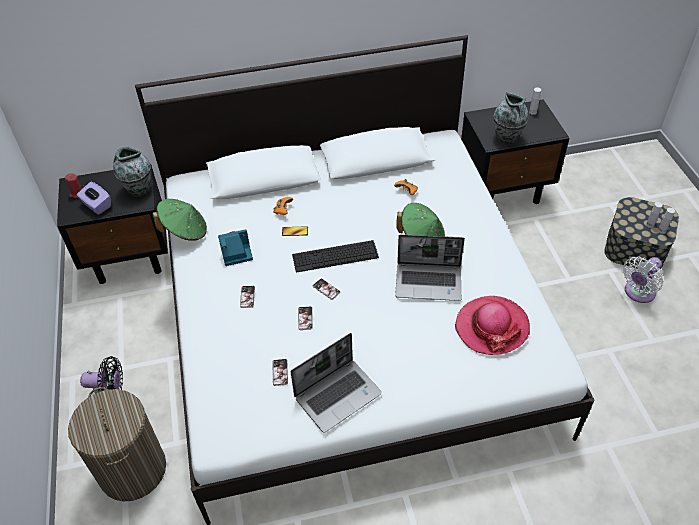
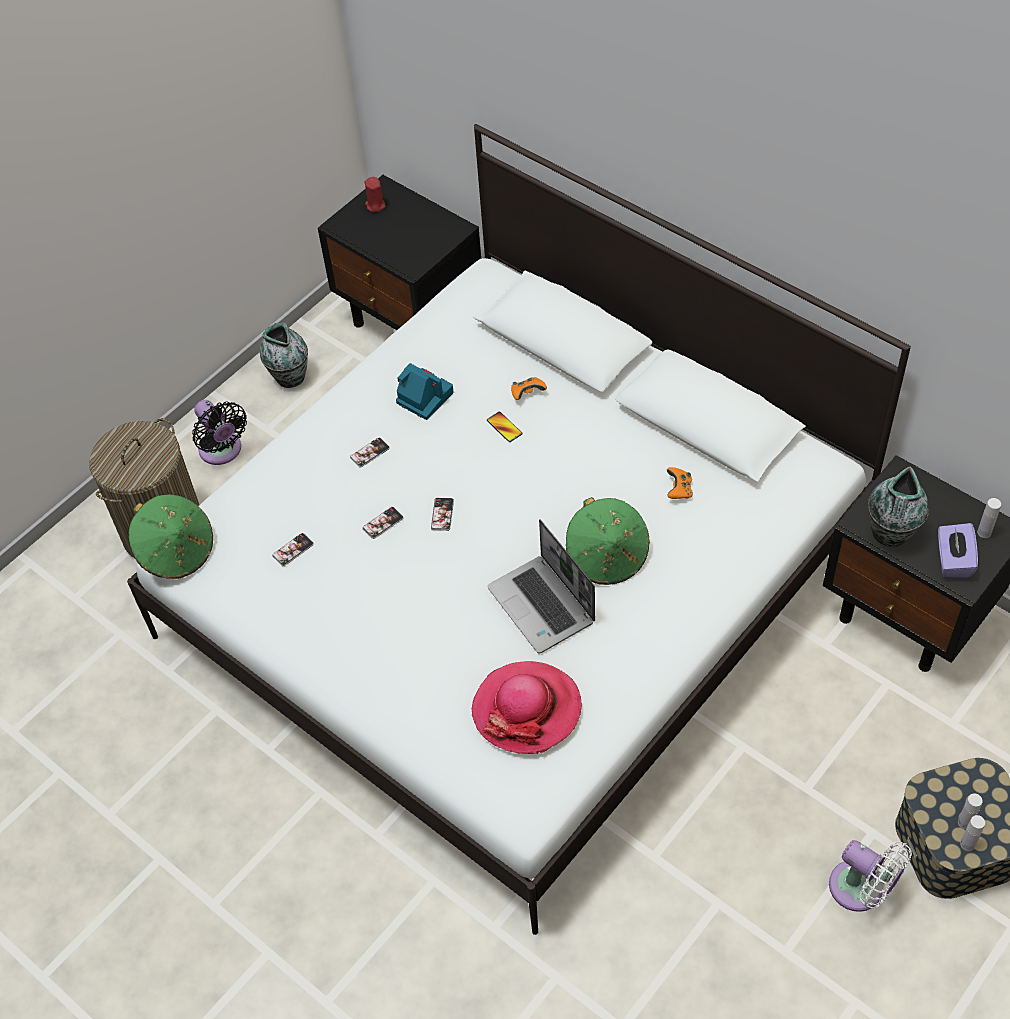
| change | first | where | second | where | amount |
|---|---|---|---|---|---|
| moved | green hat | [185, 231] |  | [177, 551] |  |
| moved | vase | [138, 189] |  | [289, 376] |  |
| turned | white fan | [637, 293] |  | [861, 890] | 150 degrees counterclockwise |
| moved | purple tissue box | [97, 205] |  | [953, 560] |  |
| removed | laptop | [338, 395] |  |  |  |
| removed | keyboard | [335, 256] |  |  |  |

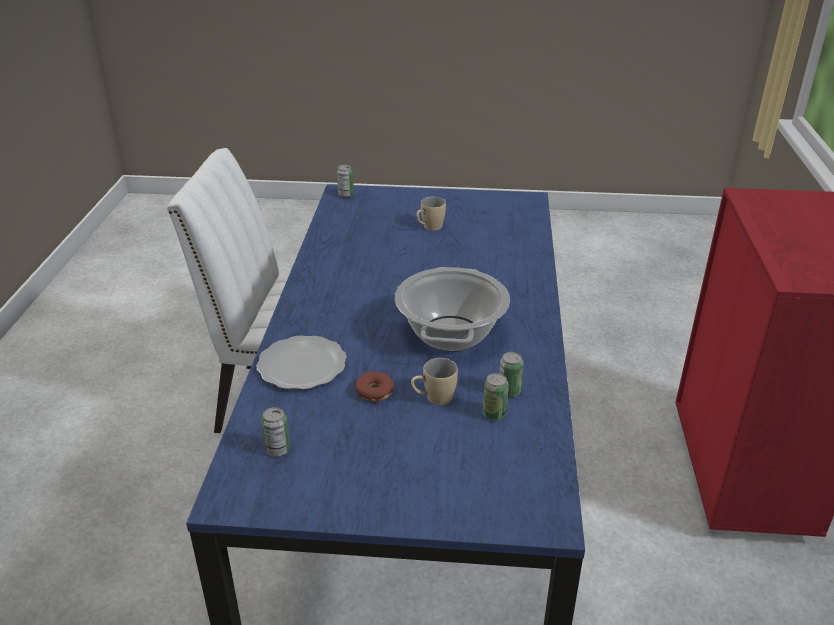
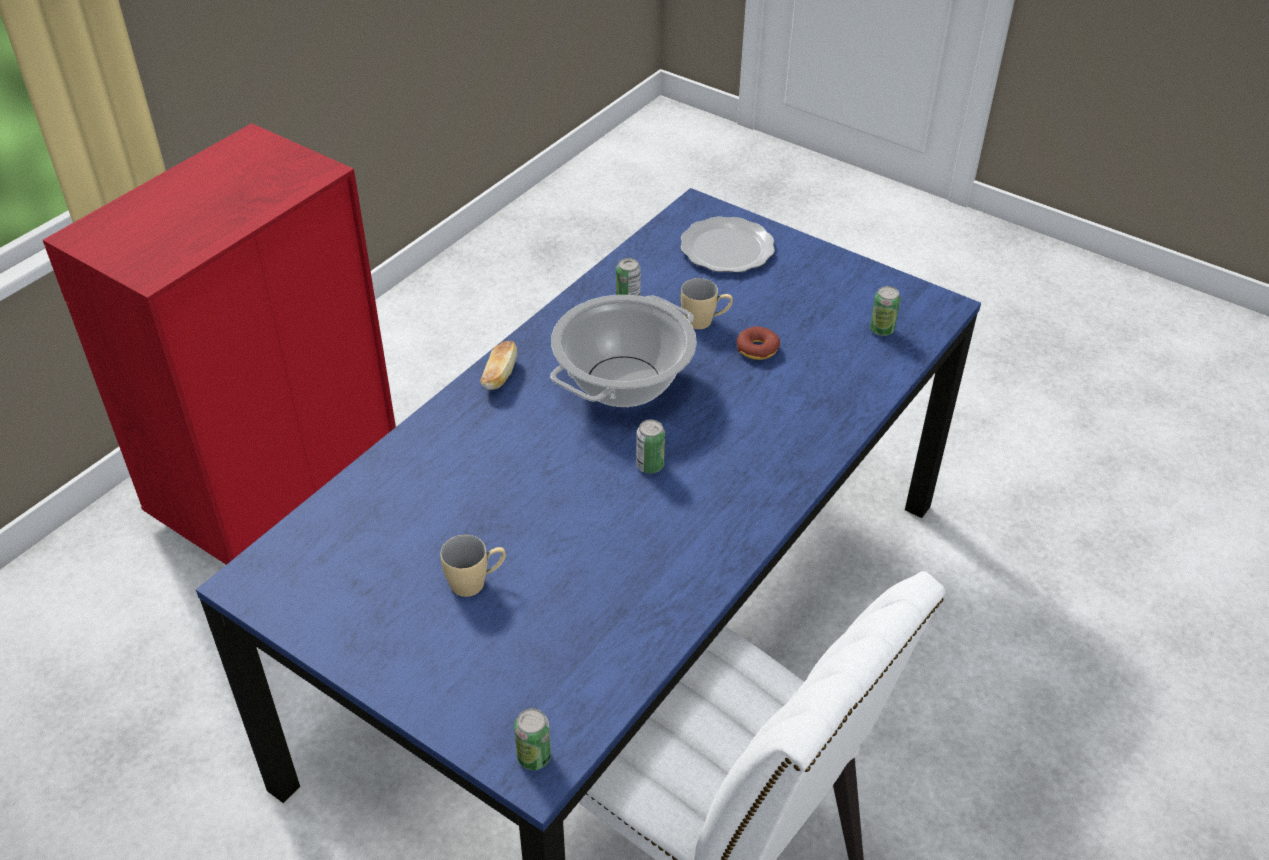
| change | first | where | second | where | amount |
|---|---|---|---|---|---|
| added |  |  | bread | [499, 376] |  |
| moved | can | [494, 414] |  | [650, 465] |  |
| moved | plate | [303, 366] |  | [726, 248] |  |

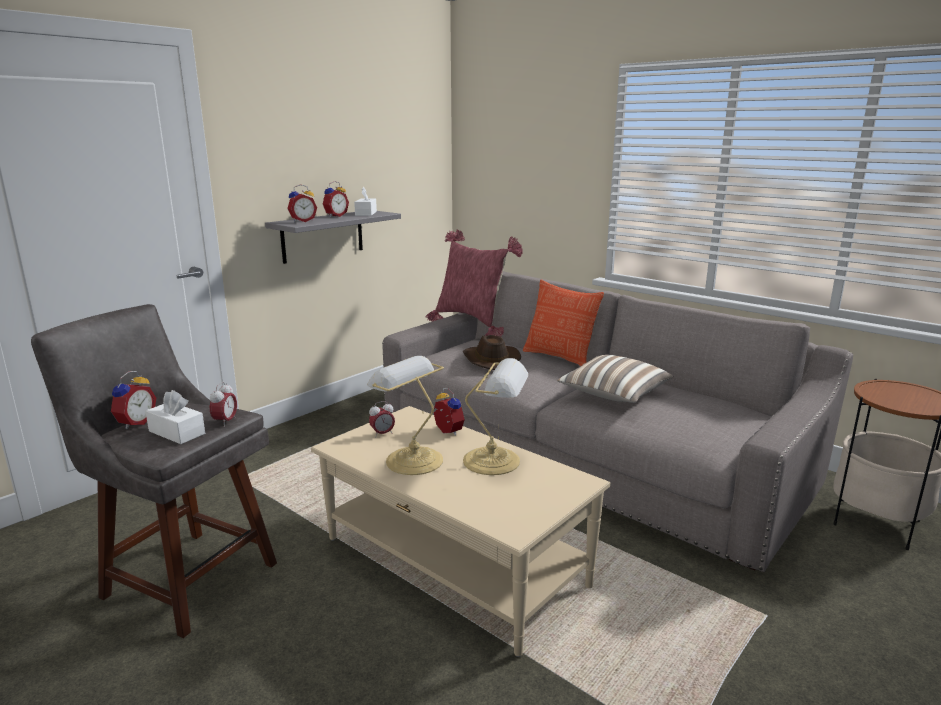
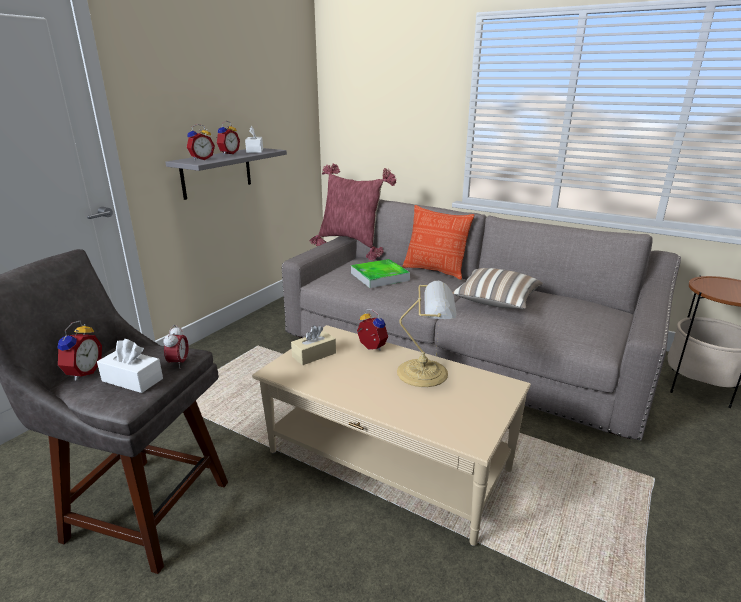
| change | first | where | second | where | amount |
|---|---|---|---|---|---|
| replaced | alarm clock | [382, 434] | beige tissue box | [314, 355] |  |
| replaced | brown hat | [490, 359] | tray | [379, 276] |  |
| removed | table lamp | [411, 459] |  |  |  |

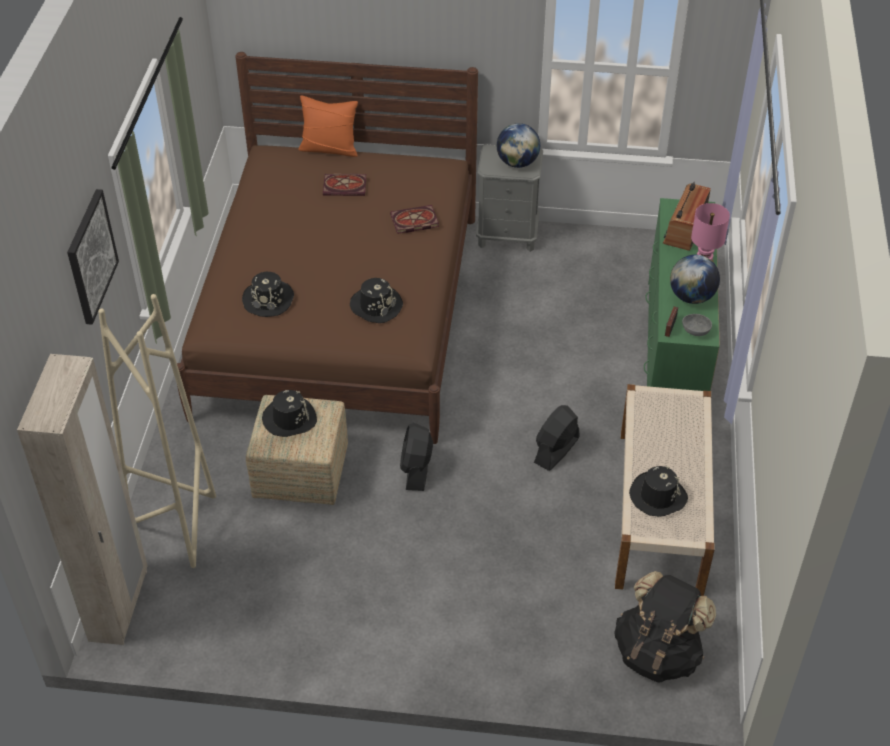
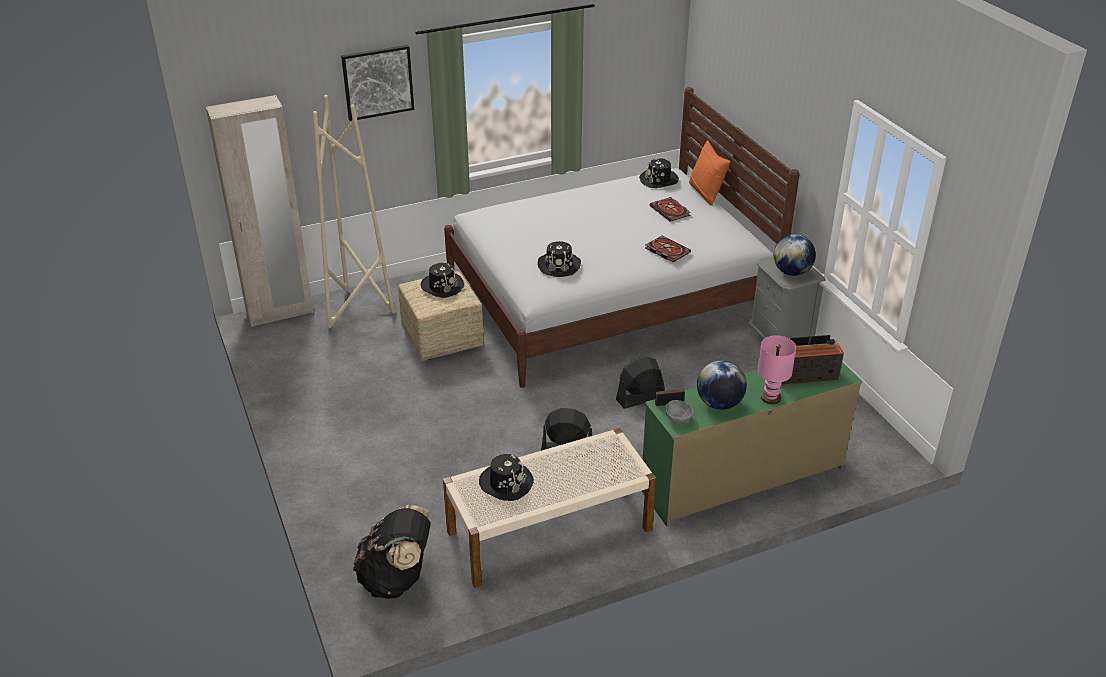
| change | first | where | second | where | amount |
|---|---|---|---|---|---|
| recoloured | brown bed | [339, 314] | white bed | [608, 298] |  |
| moved | black fan | [416, 469] |  | [640, 397] |  |
| moved | black hat | [269, 299] |  | [659, 180] |  |

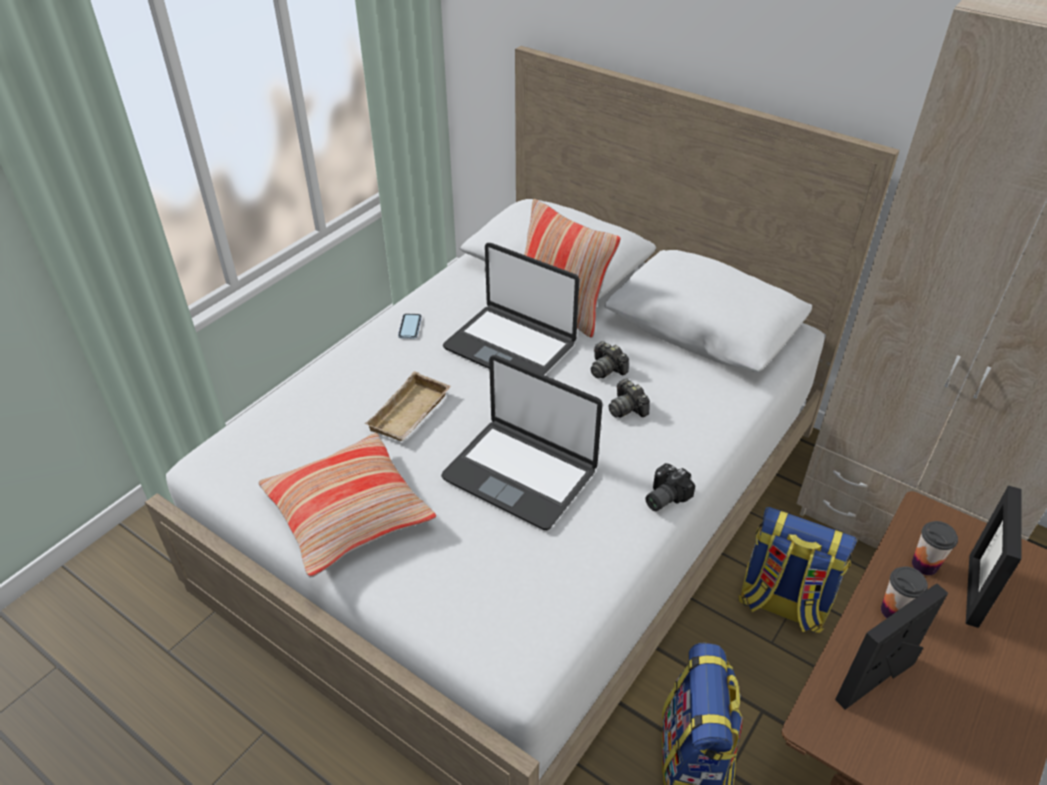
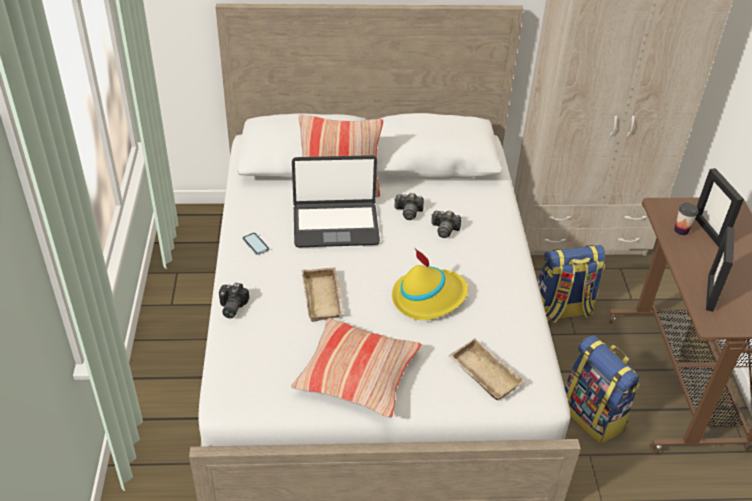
| change | first | where | second | where | amount |
|---|---|---|---|---|---|
| moved | photo camera | [663, 496] |  | [231, 307] |  |
| replaced | laptop | [520, 473] | yellow hat | [428, 297] |  |
| added |  |  | beige tray | [482, 374] |  |
| removed | cup | [894, 611] |  |  |  |

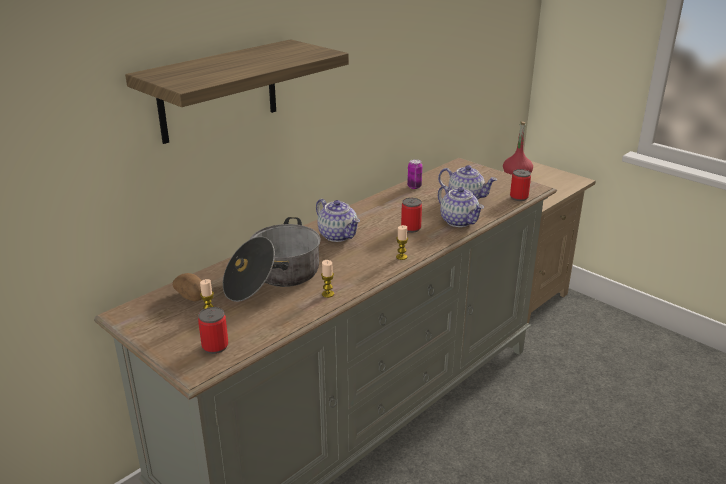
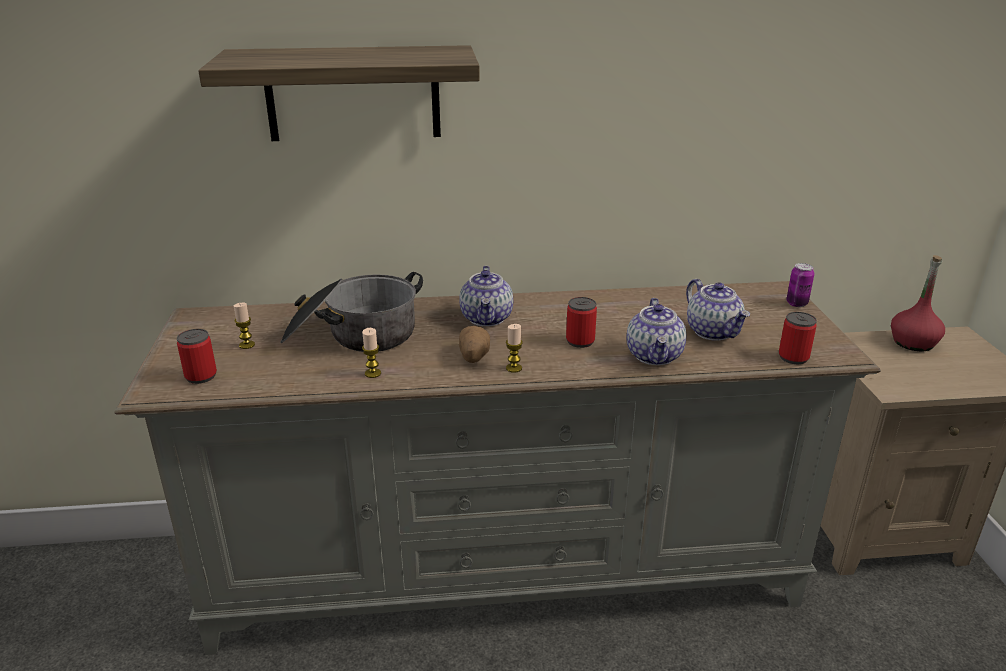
| change | first | where | second | where | amount |
|---|---|---|---|---|---|
| moved | potato | [192, 297] |  | [474, 357] |  |
| moved | can | [414, 186] |  | [796, 303] |  |

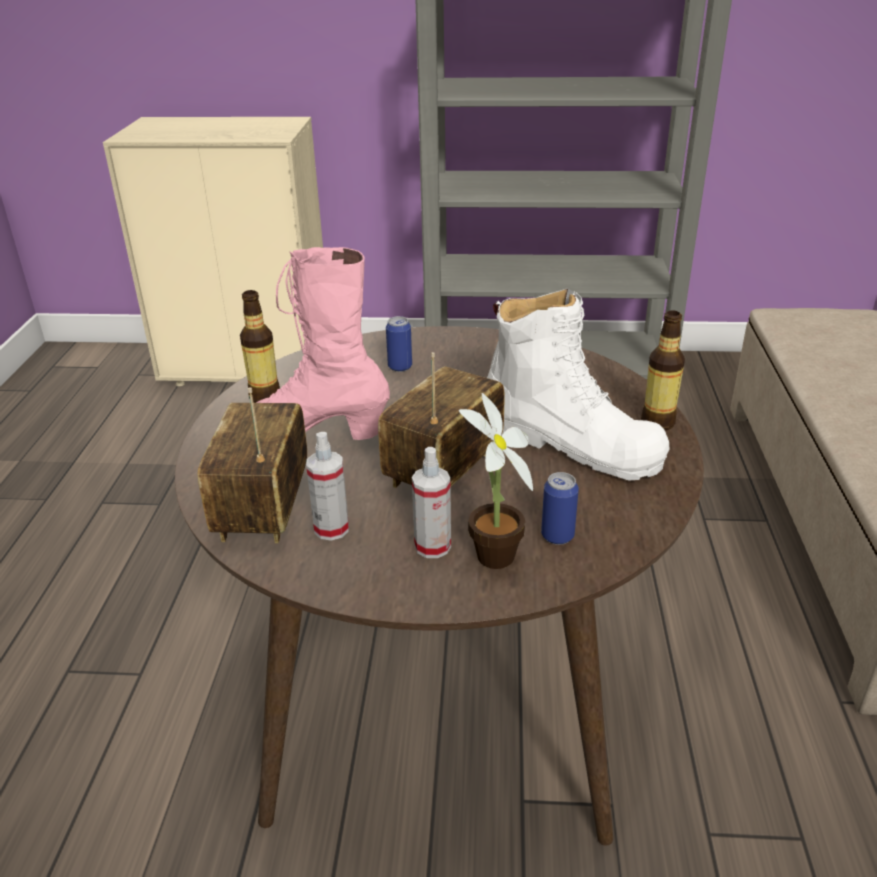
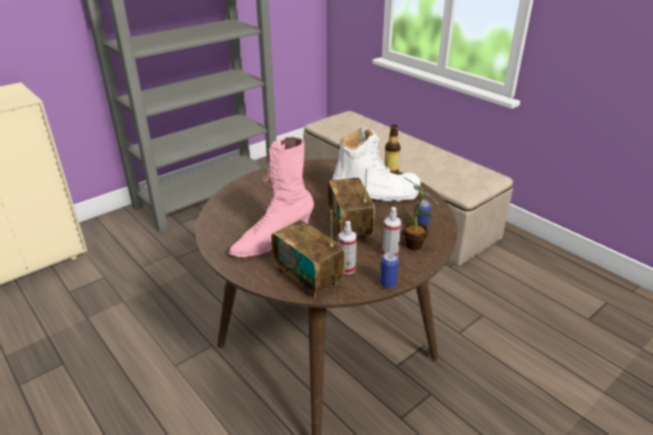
| change | first | where | second | where | amount |
|---|---|---|---|---|---|
| moved | can | [400, 367] |  | [388, 284] |  |
| removed | bottle | [265, 397] |  |  |  |

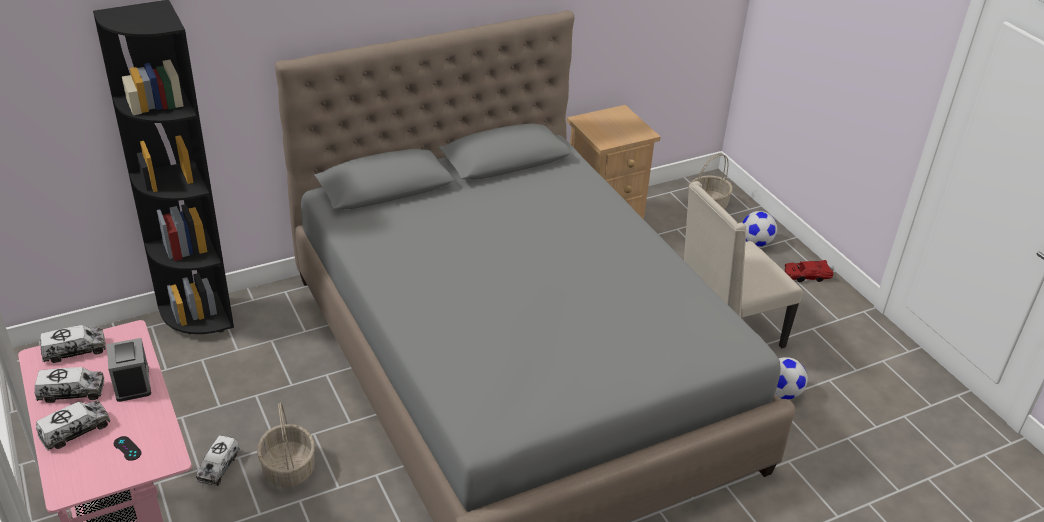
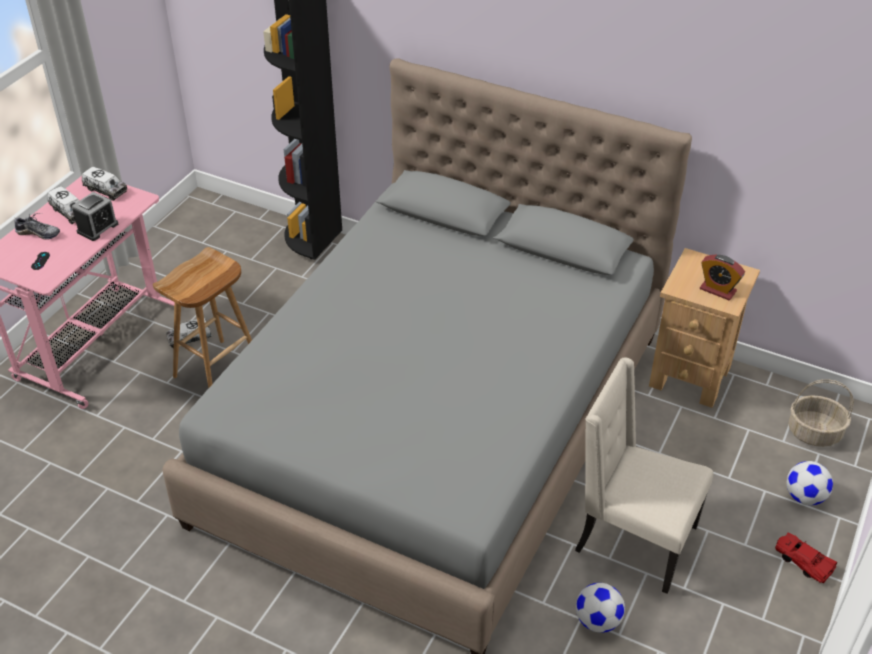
| change | first | where | second | where | amount |
|---|---|---|---|---|---|
| replaced | toy truck | [75, 431] | shoe | [38, 233] |  |
| replaced | basket | [289, 469] | brown stool | [217, 371] |  |
| added |  |  | alarm clock | [717, 290] |  |

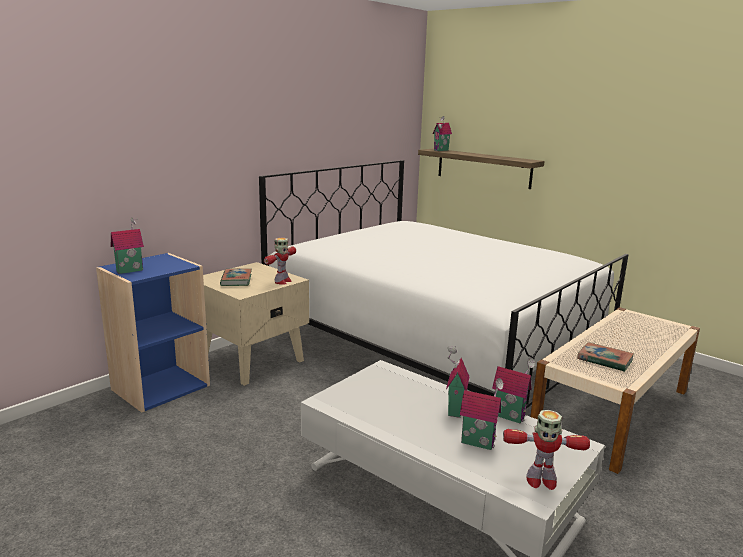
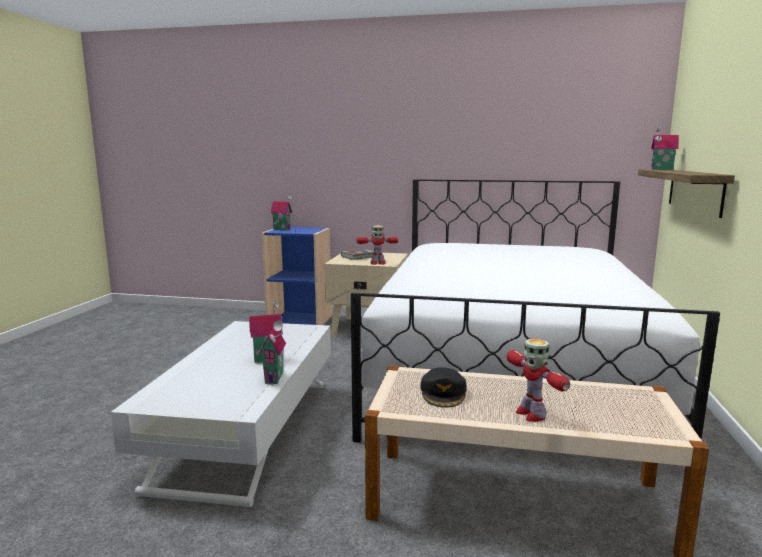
| change | first | where | second | where | amount |
|---|---|---|---|---|---|
| replaced | book | [604, 360] | black cap | [443, 393] |  |
| moved | toy robot | [540, 481] |  | [530, 414] |  |
| removed | toy house | [478, 441] |  |  |  |

